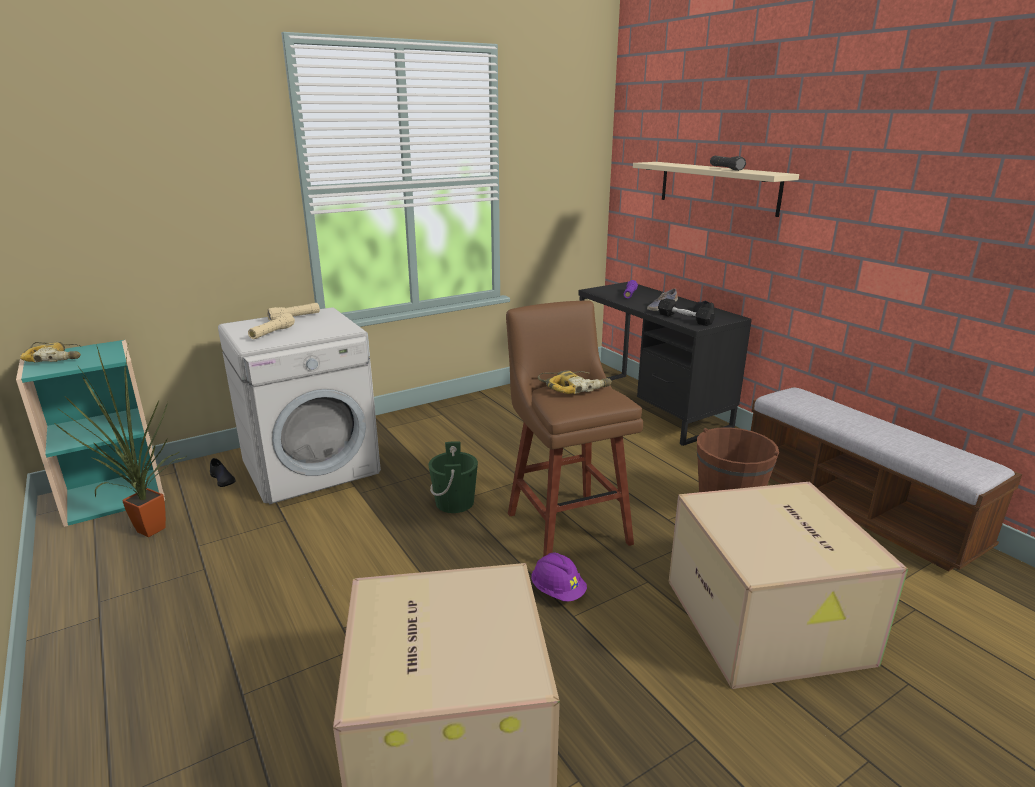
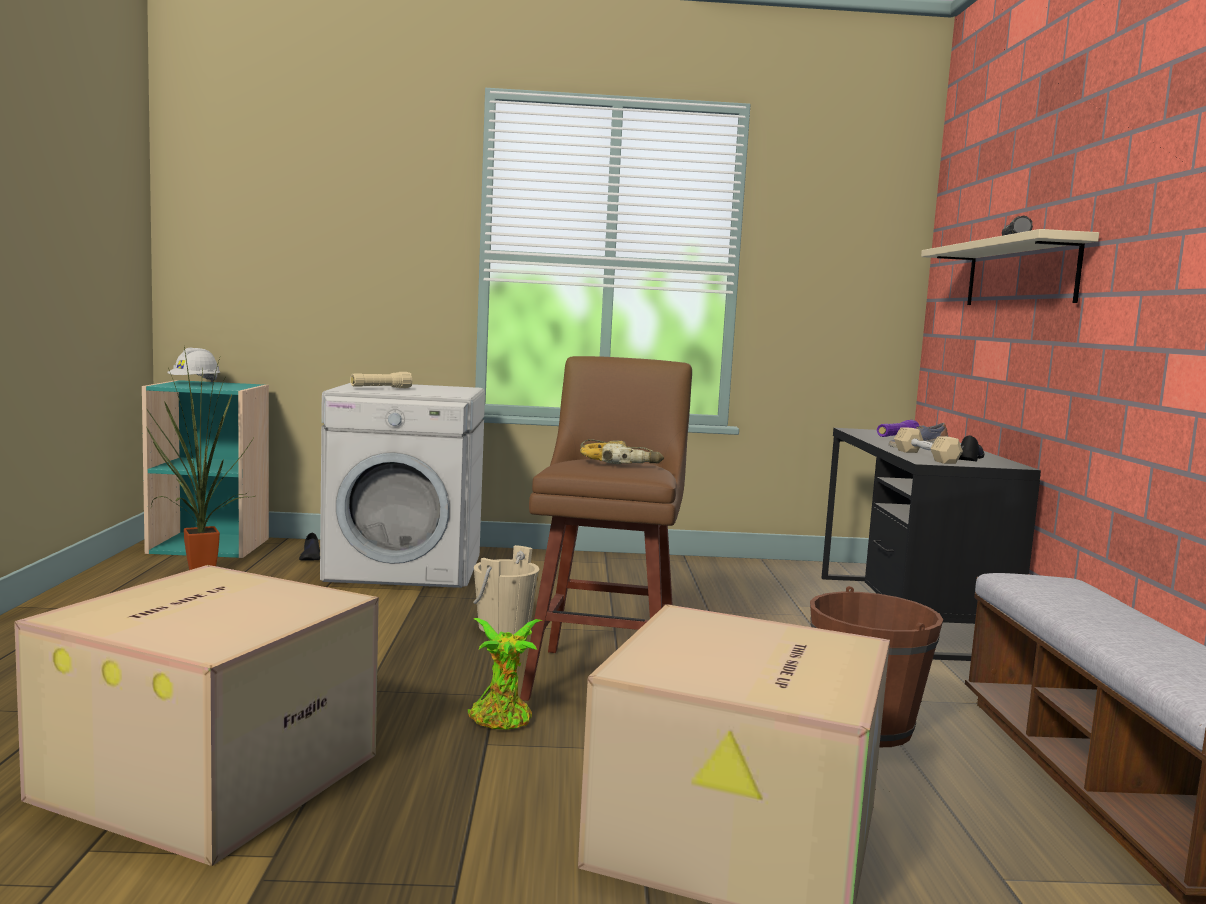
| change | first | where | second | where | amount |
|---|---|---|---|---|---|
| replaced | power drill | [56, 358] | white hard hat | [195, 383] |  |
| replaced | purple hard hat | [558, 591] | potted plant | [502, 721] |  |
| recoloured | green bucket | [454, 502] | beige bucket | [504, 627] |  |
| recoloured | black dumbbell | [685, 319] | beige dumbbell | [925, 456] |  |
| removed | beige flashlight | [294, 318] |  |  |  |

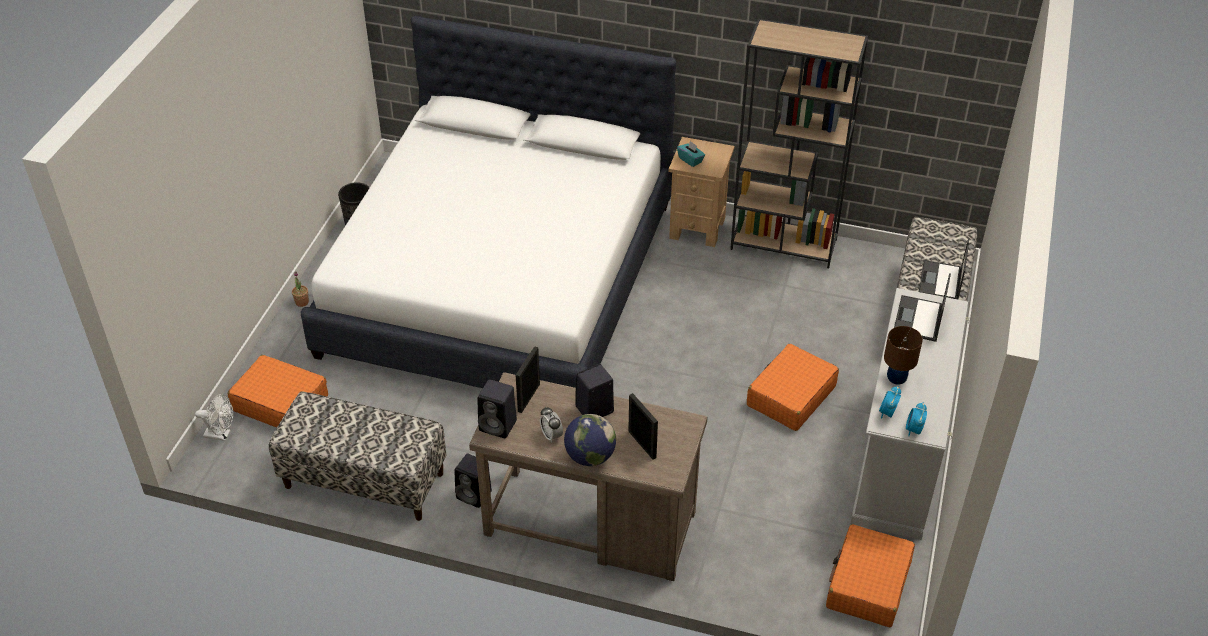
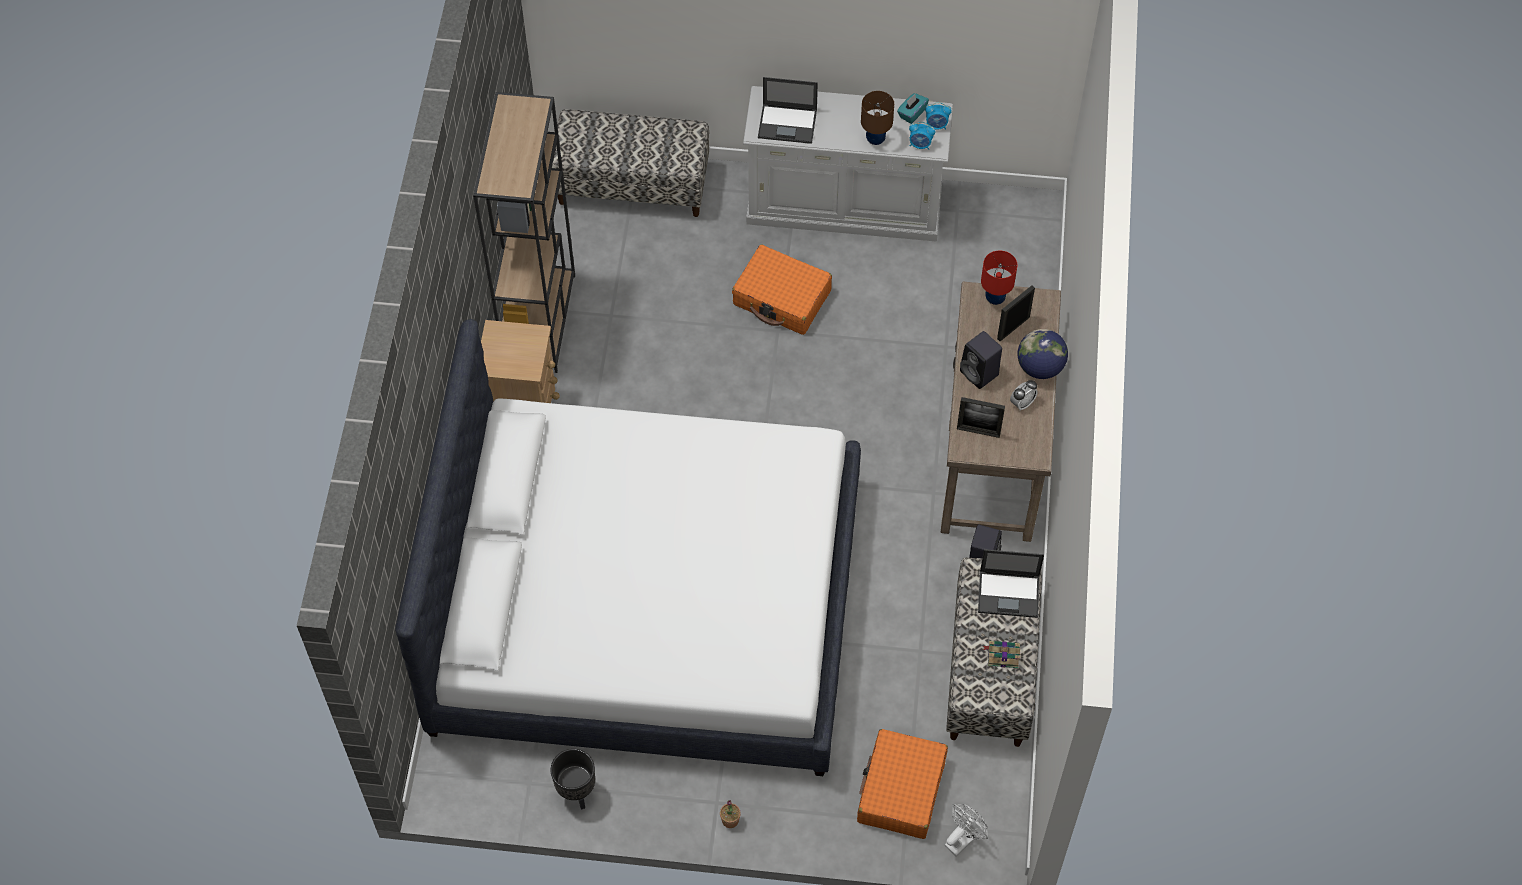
| change | first | where | second | where | amount |
|---|---|---|---|---|---|
| moved | turquoise tissue box | [690, 160] |  | [912, 113] |  |
| turned | white fan | [221, 434] |  | [962, 839] | 45 degrees clockwise |
| moved | laptop | [940, 281] |  | [1009, 594] |  |
| added |  |  | red table lamp | [995, 297] |  |
| added |  |  | book | [1002, 655] |  |
| removed | black speaker | [499, 425] |  |  |  |
| removed | orange suitcase | [868, 584] |  |  |  |

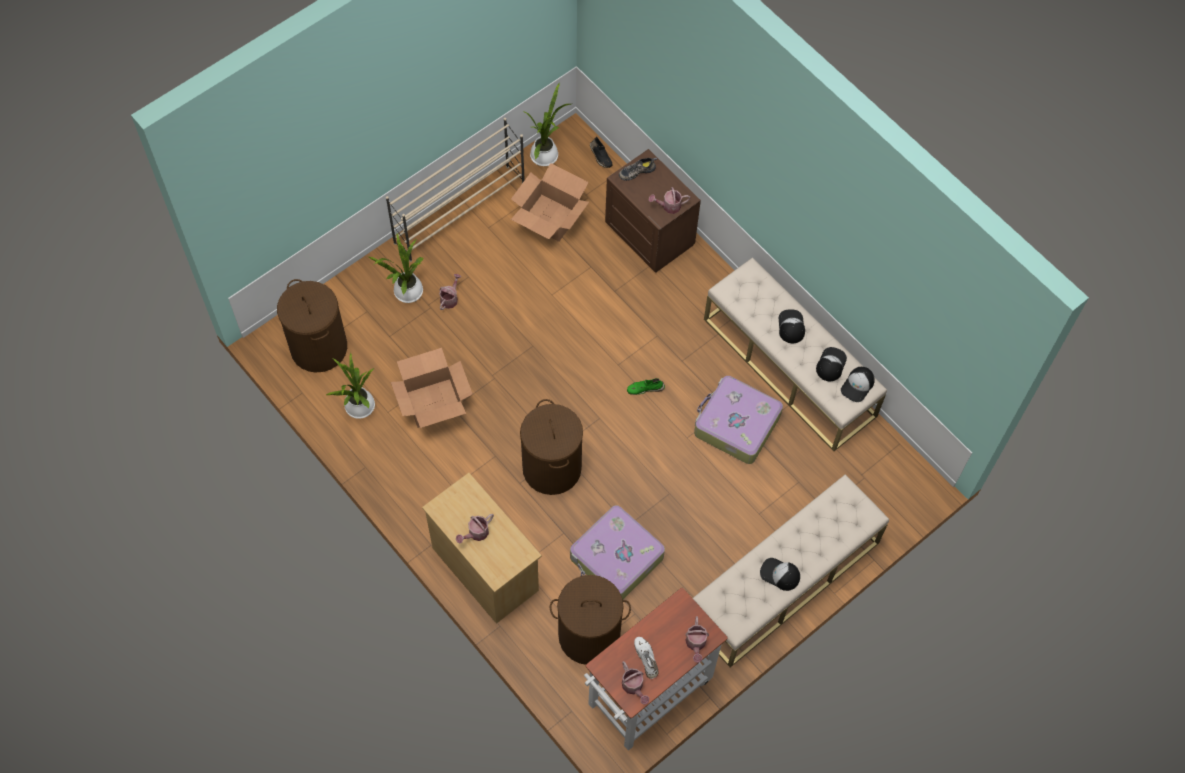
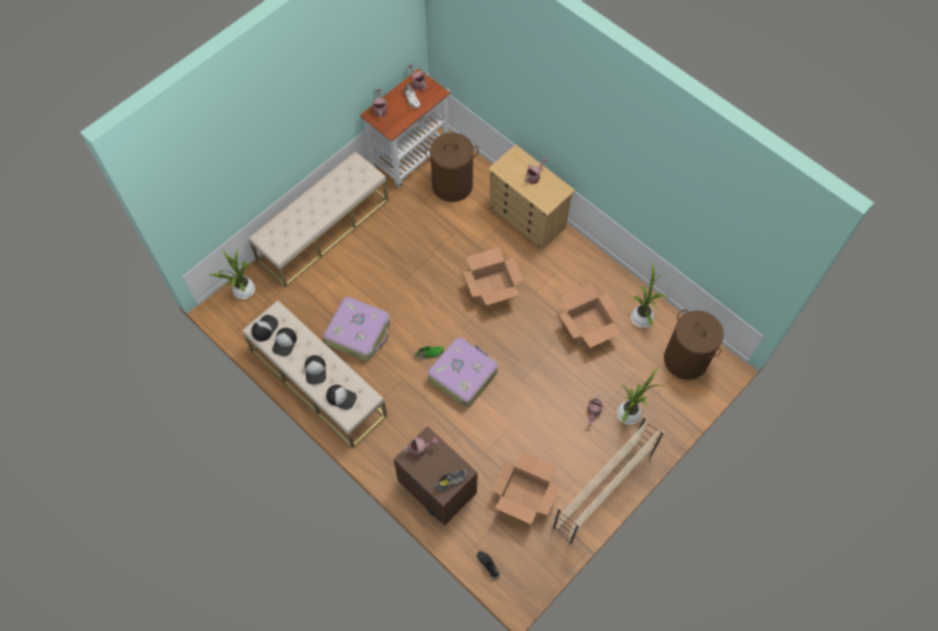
| change | first | where | second | where | amount |
|---|---|---|---|---|---|
| moved | potted plant | [546, 154] |  | [242, 291] |  |
| moved | cap | [779, 574] |  | [341, 397] |  |
| moved | suitcase | [616, 559] |  | [463, 375] |  |
| replaced | brown laundry basket | [552, 468] | cardboard box | [492, 288] |  |

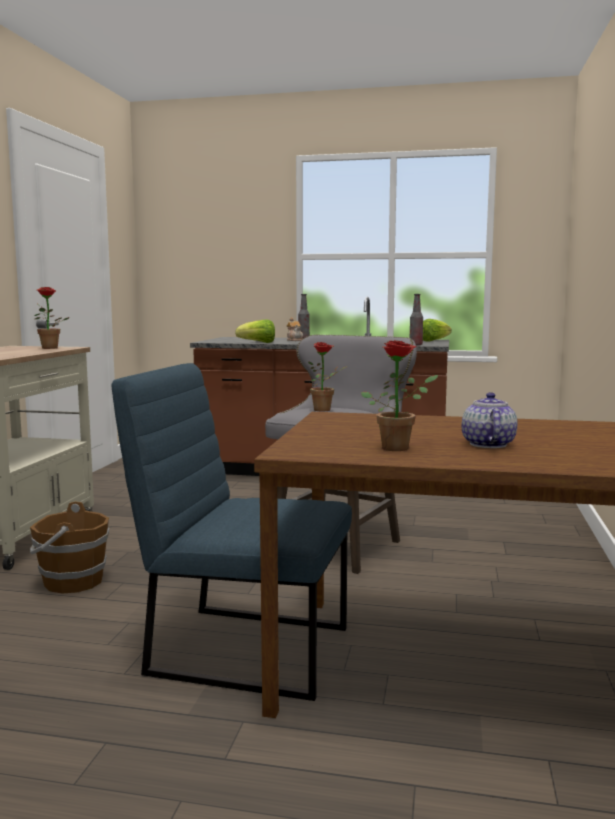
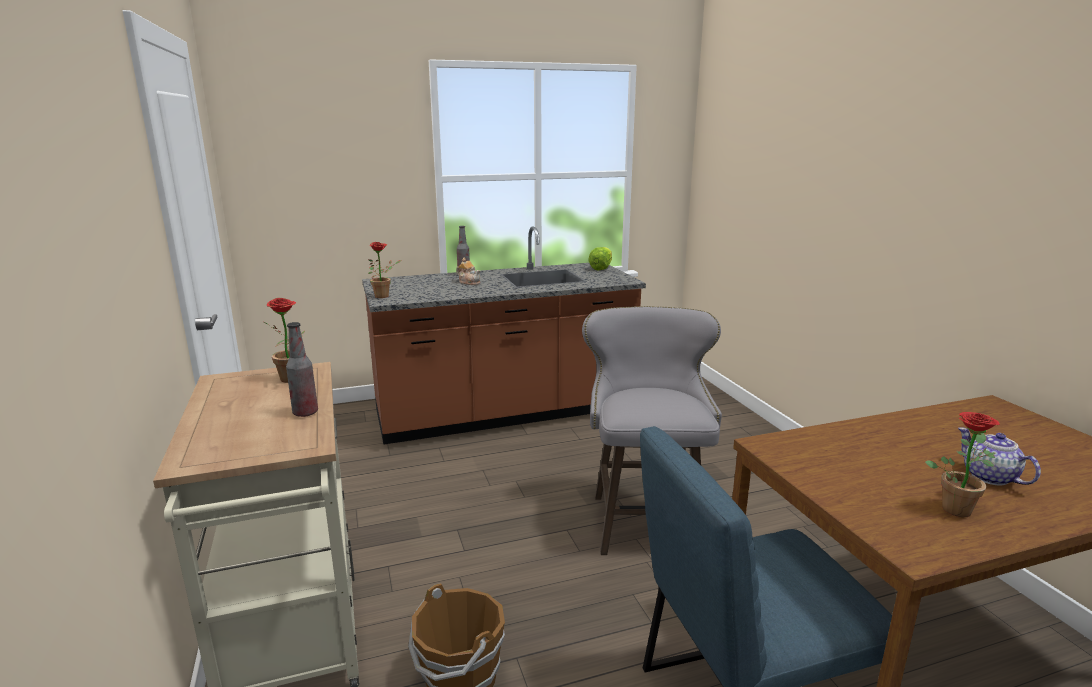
| change | first | where | second | where | amount |
|---|---|---|---|---|---|
| moved | bottle | [415, 345] |  | [305, 413] |  |
| moved | potted plant | [326, 410] |  | [385, 296] |  |
| removed | lettuce | [258, 343] |  |  |  |

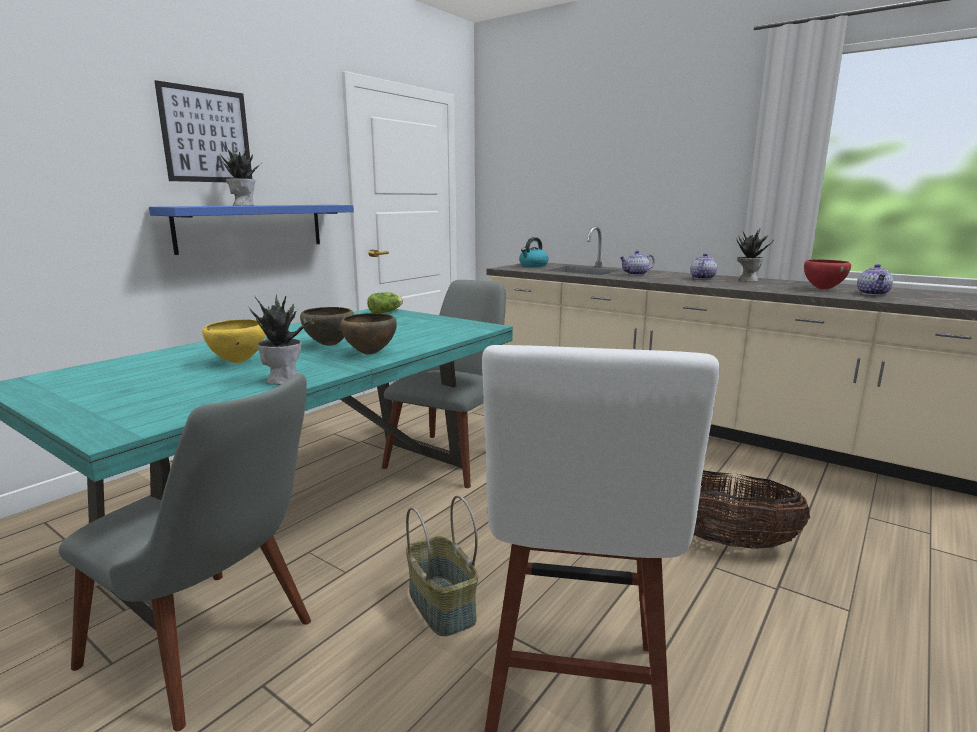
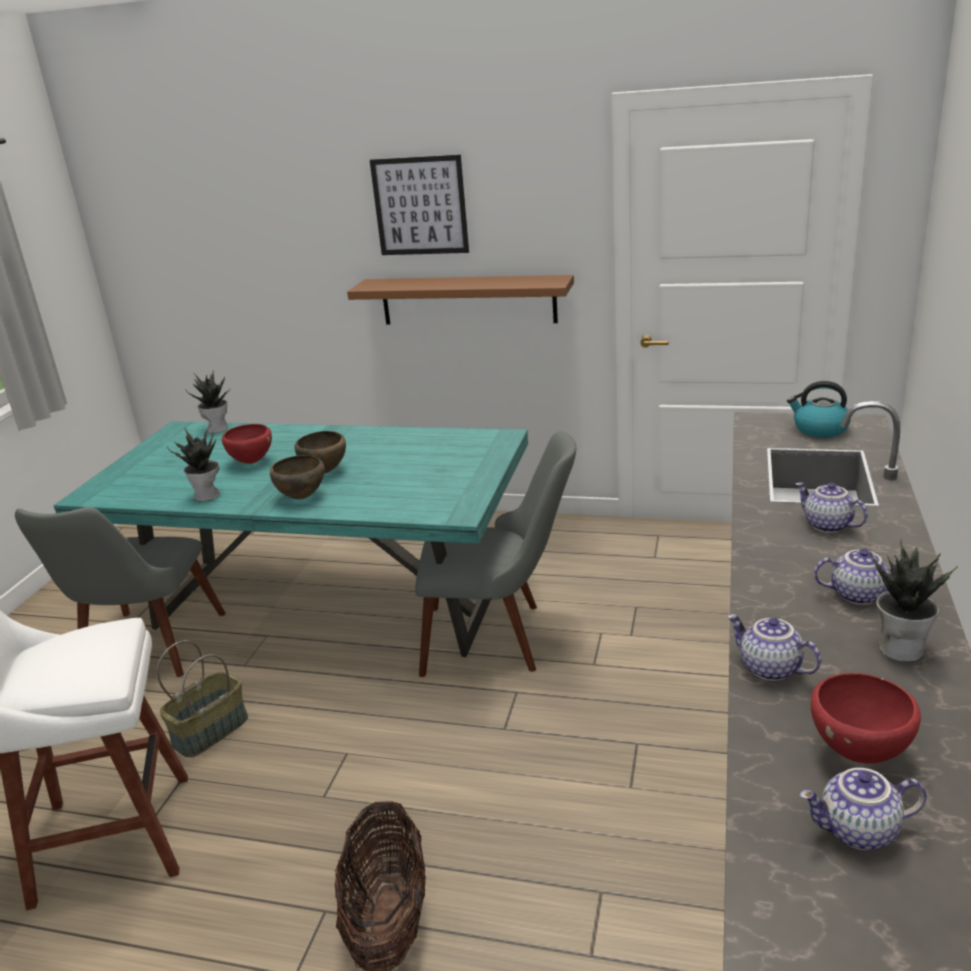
| change | first | where | second | where | amount |
|---|---|---|---|---|---|
| moved | potted plant | [243, 205] |  | [218, 429] |  |
| recoloured | yellow bowl | [237, 362] | red bowl | [251, 462] |  |
| recoloured | blue shelf | [251, 227] | brown shelf | [468, 300] |  |
| added |  |  | teapot | [769, 669] |  |
| removed | lettuce | [386, 312] |  |  |  |

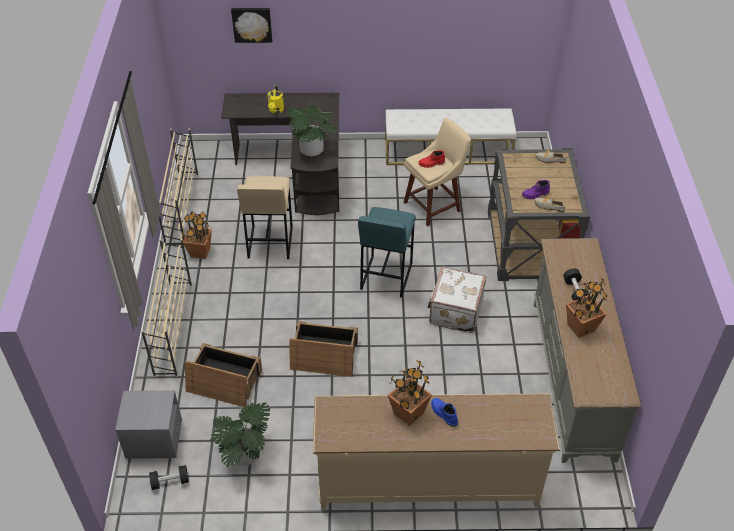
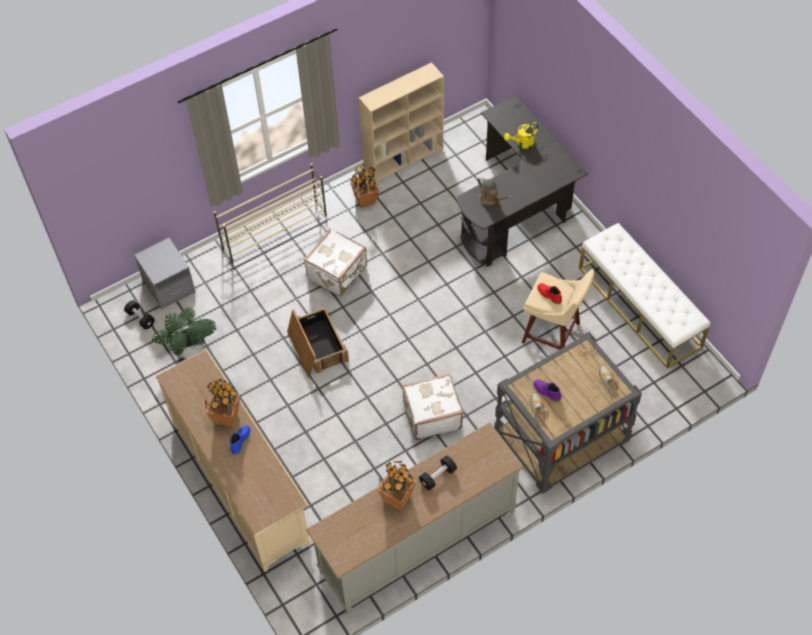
| change | first | where | second | where | amount |
|---|---|---|---|---|---|
| added |  |  | white suitcase | [338, 273] |  |
| replaced | beige shoe rack | [182, 208] | beige bookcase | [404, 157] |  |
| replaced | potted plant | [312, 150] | brown watering can | [490, 198] |  |
| removed | crate | [223, 381] |  |  |  |
| removed | picture | [252, 24] |  |  |  |
| removed | beige stool | [270, 243] |  |  |  |
| removed | turquoise stool | [386, 277] |  |  |  |

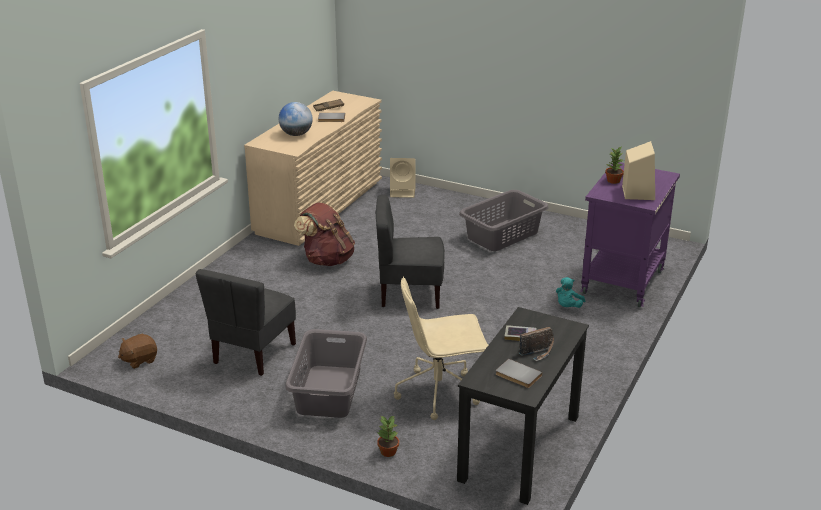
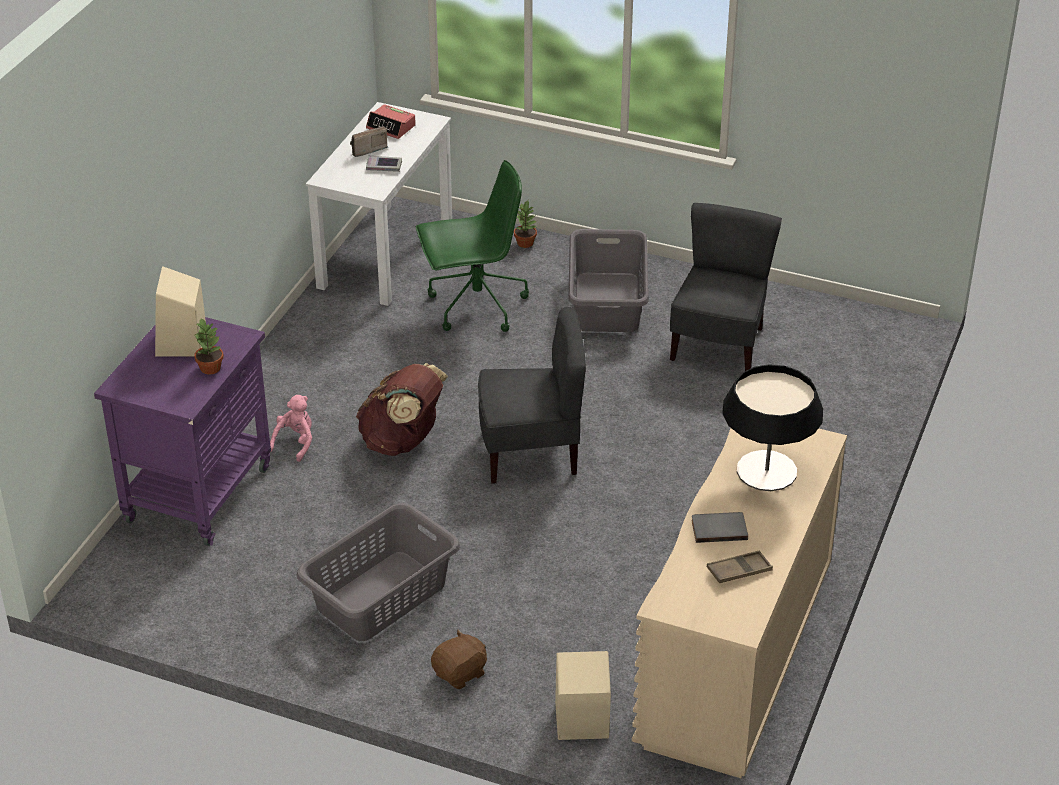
| change | first | where | second | where | amount |
|---|---|---|---|---|---|
| recoloured | turquoise plush toy | [568, 307] | pink plush toy | [295, 443] |  |
| recoloured | black desk | [519, 448] | white desk | [386, 253] |  |
| moved | brown backpack | [327, 260] |  | [403, 441] |  |
| replaced | grey book | [517, 375] | alarm clock | [391, 127] |  |
| recoloured | beige office chair | [441, 393] | green office chair | [472, 307] |  |
| moved | brown plush toy | [139, 360] |  | [460, 673] |  |
| replaced | globe | [296, 134] | table lamp | [766, 471] |  |

